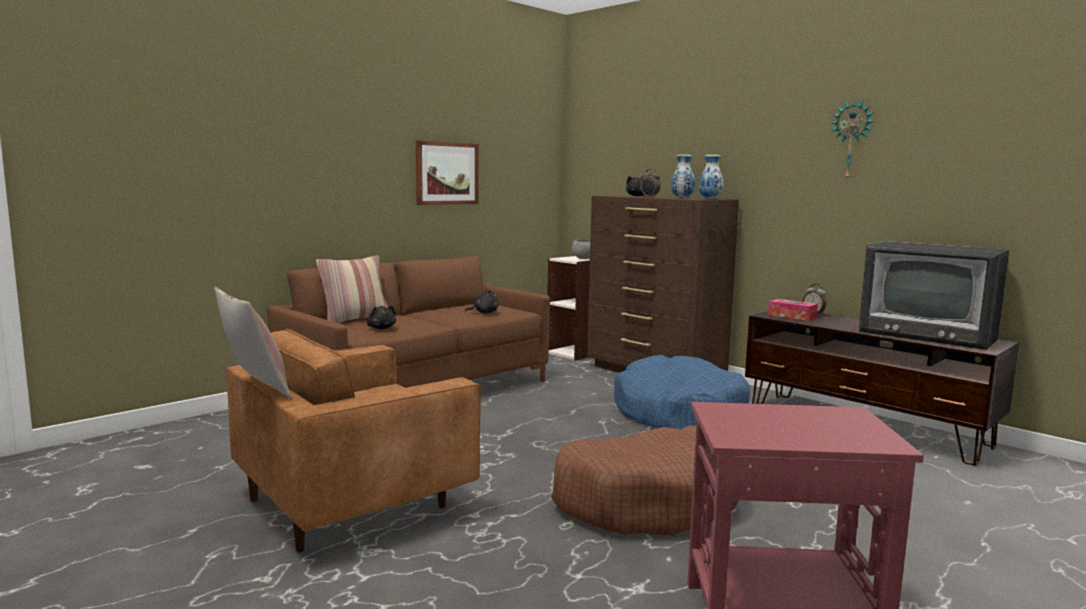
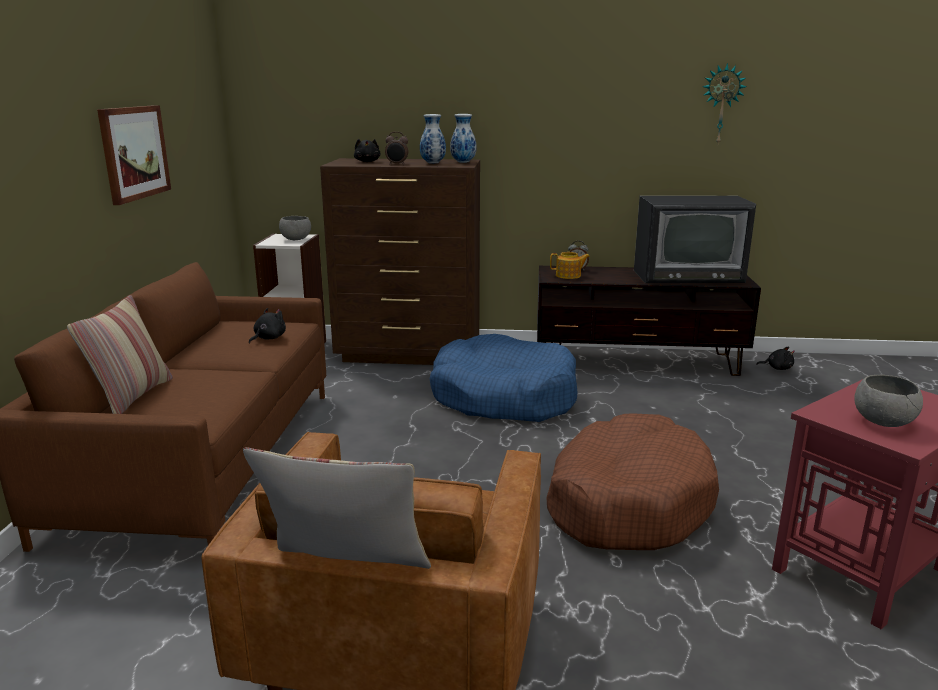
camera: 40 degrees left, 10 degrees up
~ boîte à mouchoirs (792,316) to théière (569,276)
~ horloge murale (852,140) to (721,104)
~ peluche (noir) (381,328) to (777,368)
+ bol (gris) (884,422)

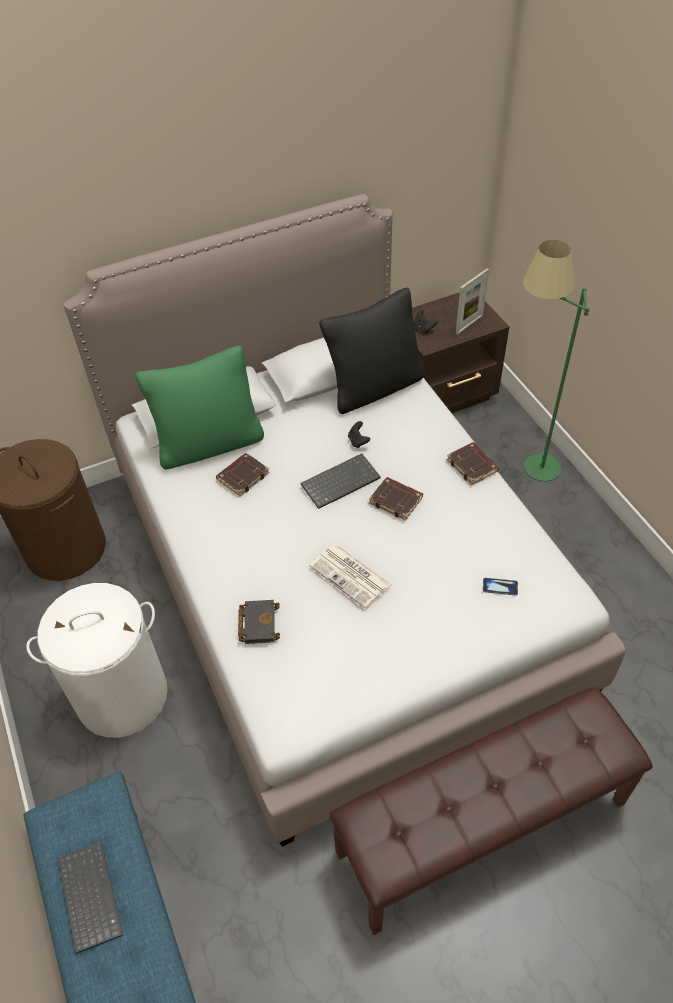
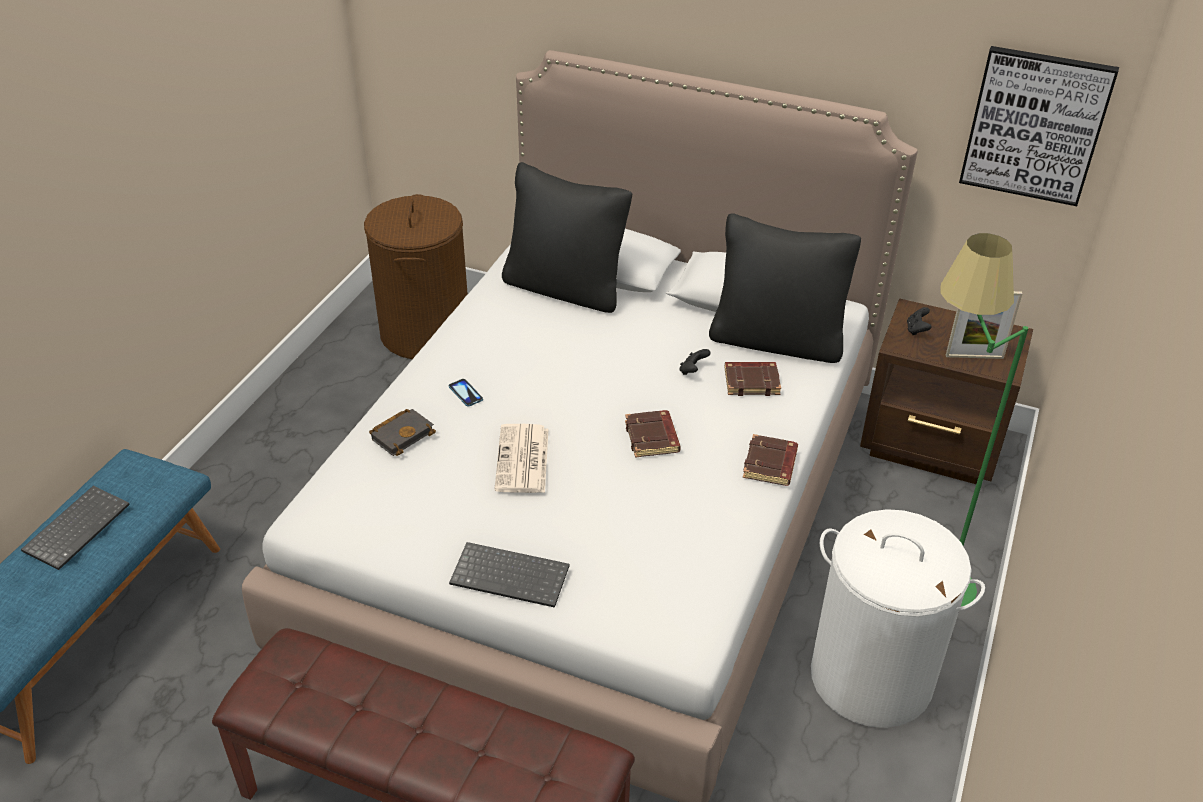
camera: 45 degrees right, 10 degrees down
~ téléphone (500,587) to (465,393)
~ clavier (340,481) to (512,575)
~ coussin (vert) (209,444) to coussin (noir) (565,288)
~ livre (marron) (243,476) to (752,381)
~ panier à linge (blanc) (122,695) to (871,677)
+ tableau (1035,125)

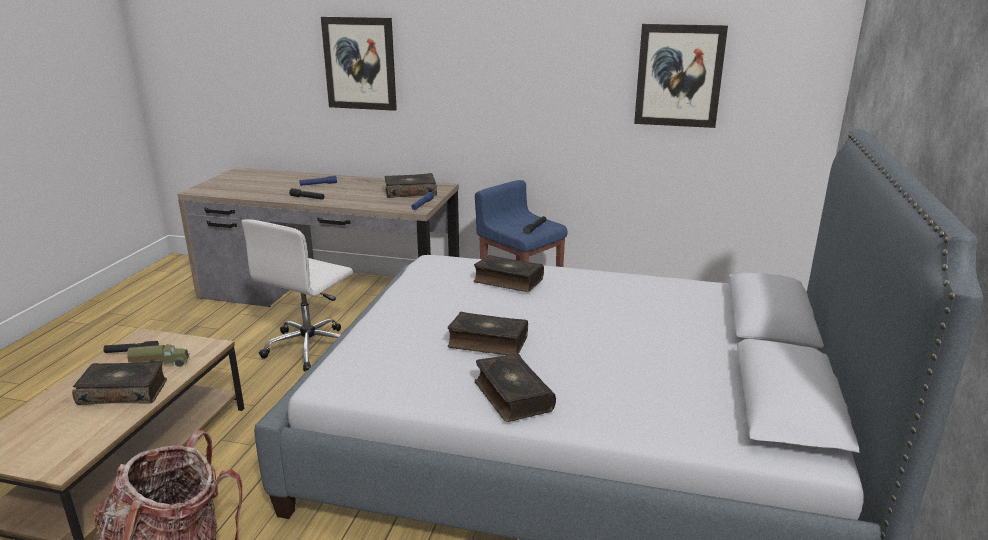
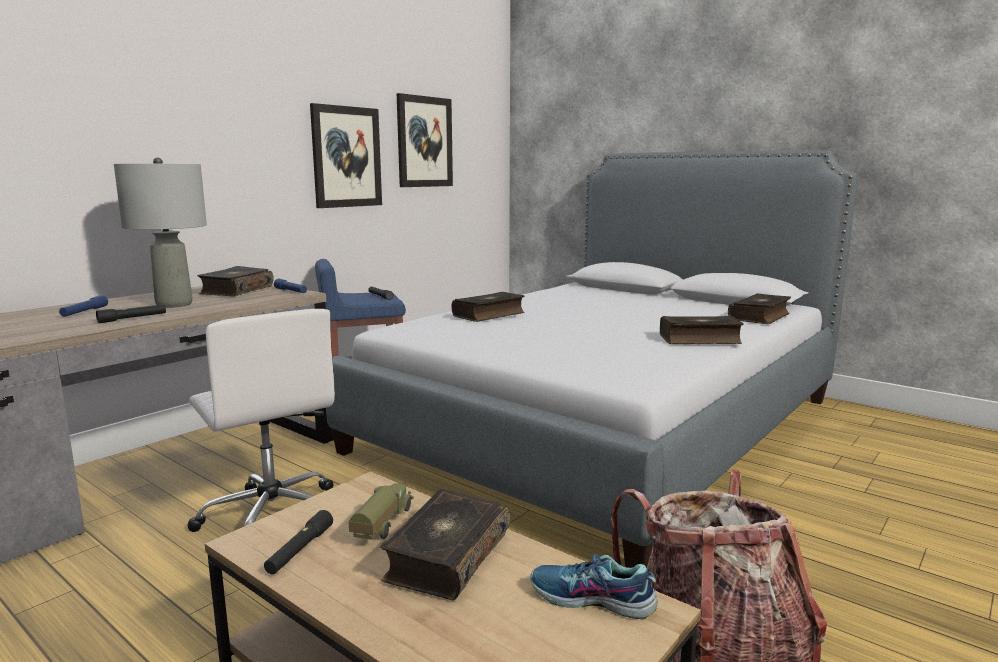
camera: 65 degrees left, 10 degrees down
+ lampe de table (gris) (173,304)
~ tableau (360,63) to (346,157)
+ chaussure (591,600)
~ livre (487,342) to (760,317)

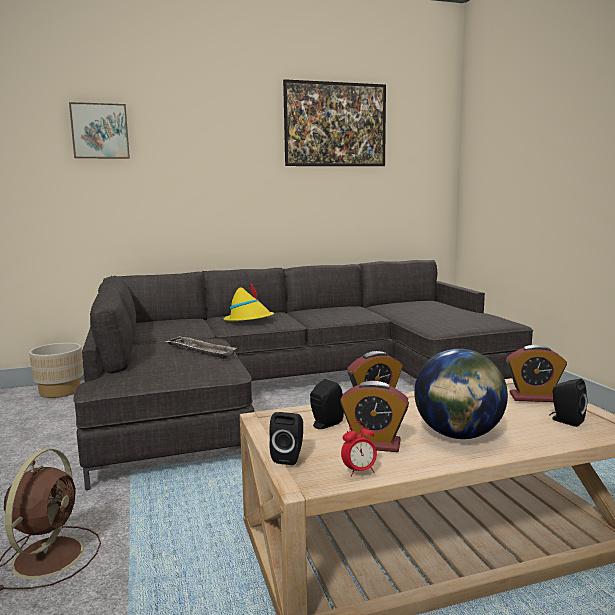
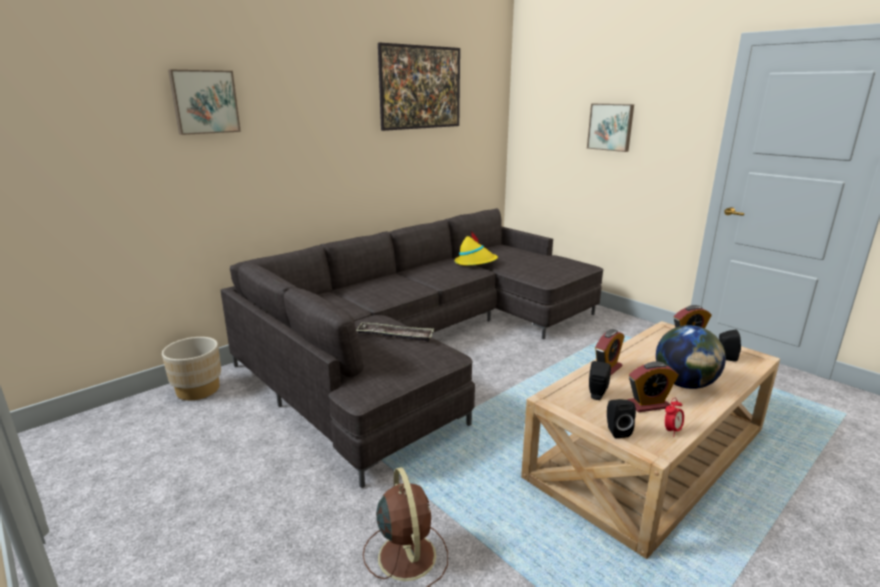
camera: 25 degrees left, 10 degrees up
~ chapeau (jaune) (249,320) to (475,262)
+ tableau (611,127)

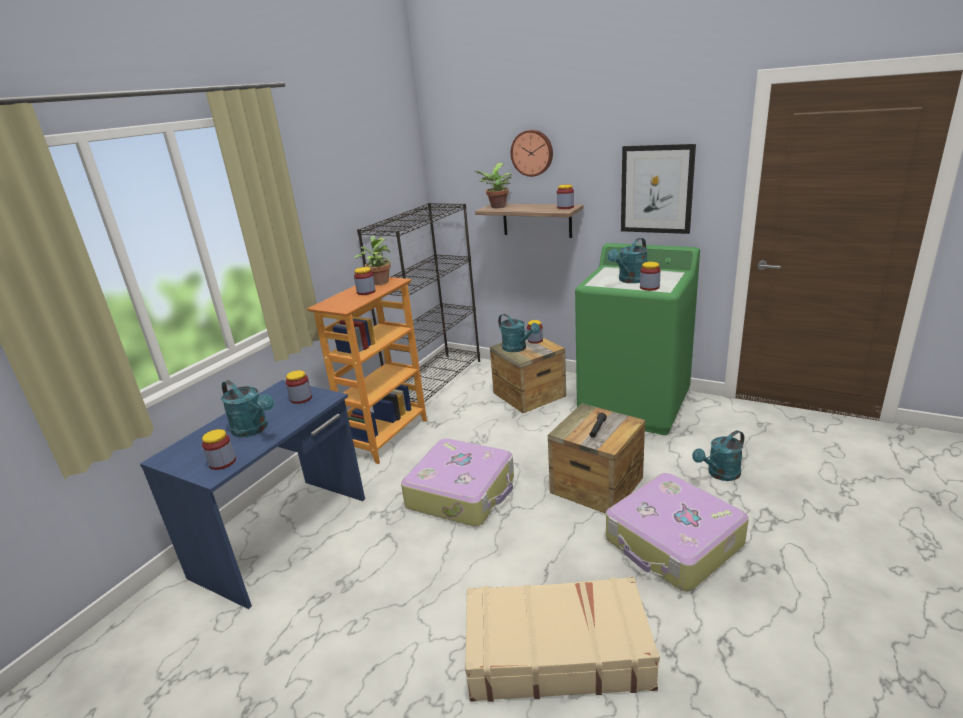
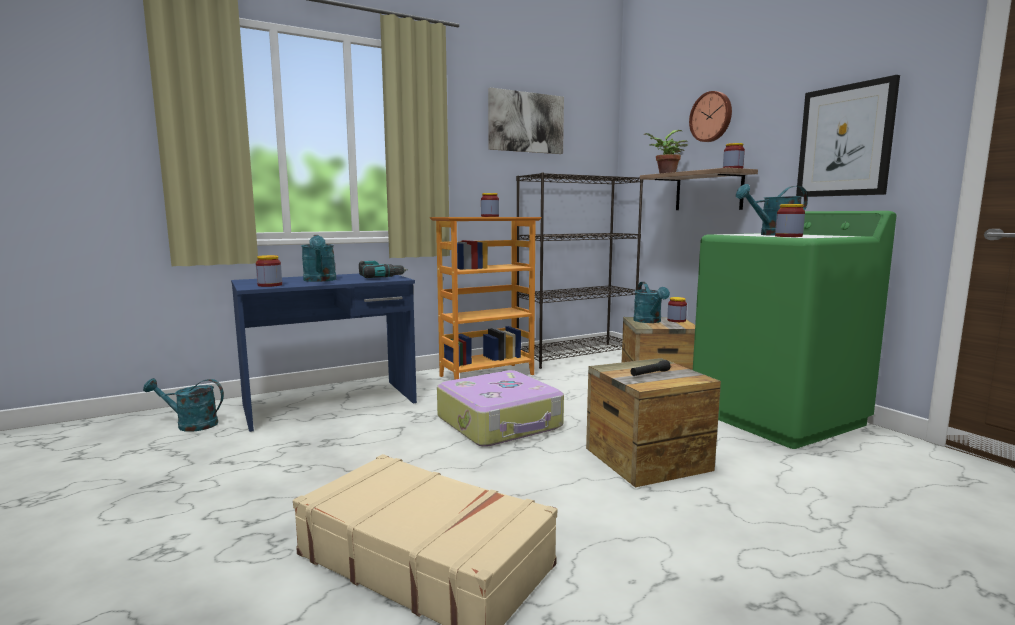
camera: 30 degrees right, 15 degrees down
~ arrosoir (turquoise) (720,474) to (190,425)
~ bocal (301,398) to perceuse (379,277)
+ tableau (525,122)
- plante en pot (379,282)
- valise (673,543)

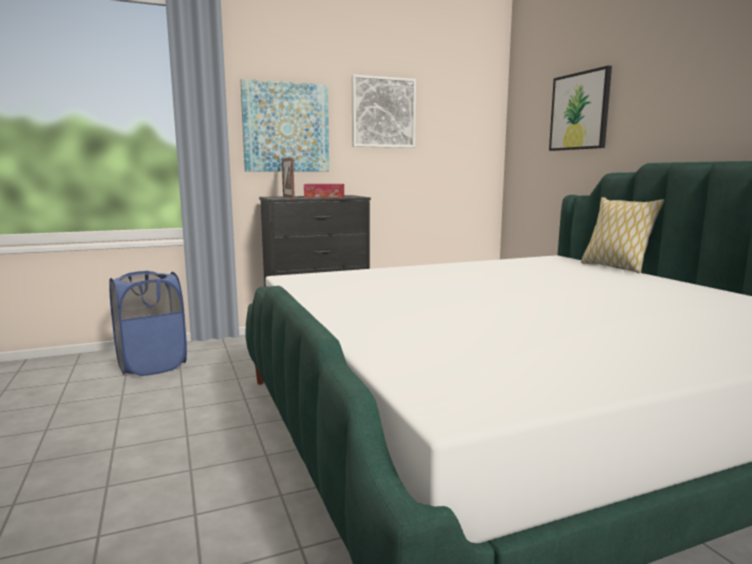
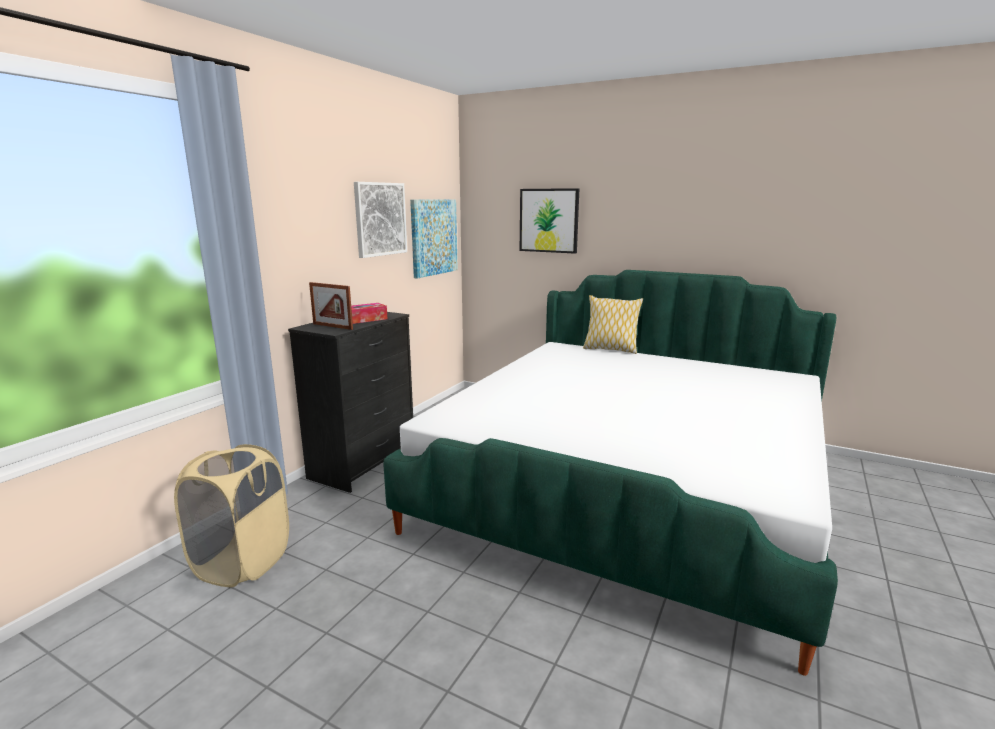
camera: 40 degrees left, 5 degrees up
~ panier à linge (bleu) (152,365) to panier à linge (beige) (242,562)
~ tableau (286,127) to (433,237)

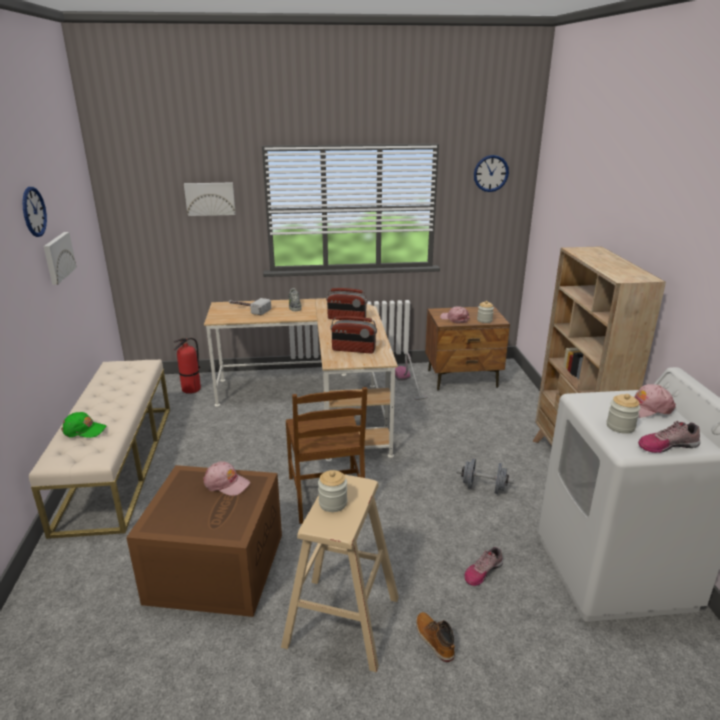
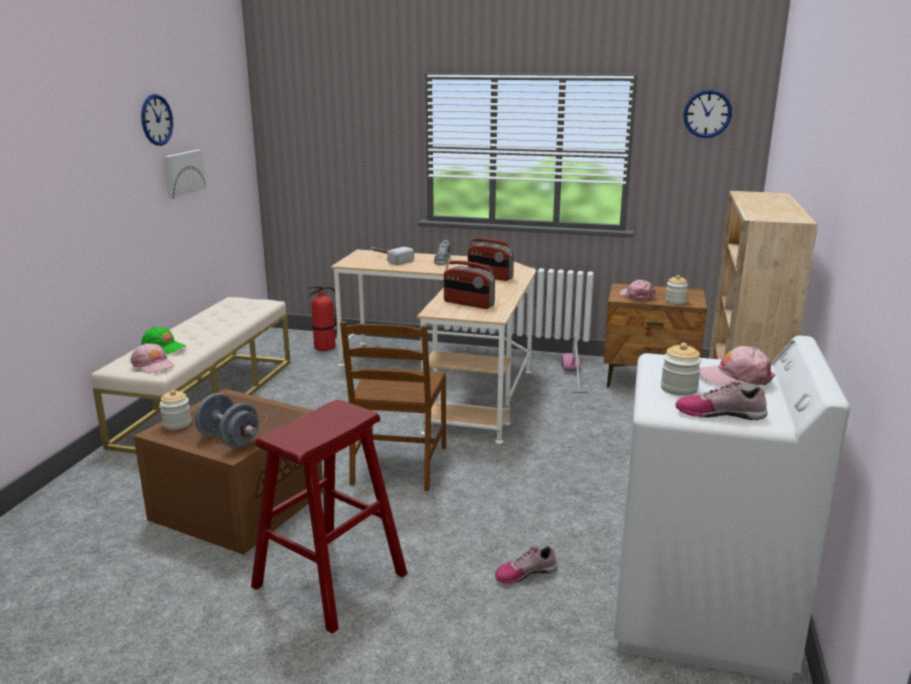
camera: 20 degrees right, 5 degrees down
~ casquette (rose) (226,483) to (153,365)
~ bocal (333,503) to (177,424)
~ haltère (gris) (483,488) to (229,439)
~ tabouret (beige) (342,621) to tabouret (rouge) (330,580)
- tableau (210,198)
- botte (434,640)

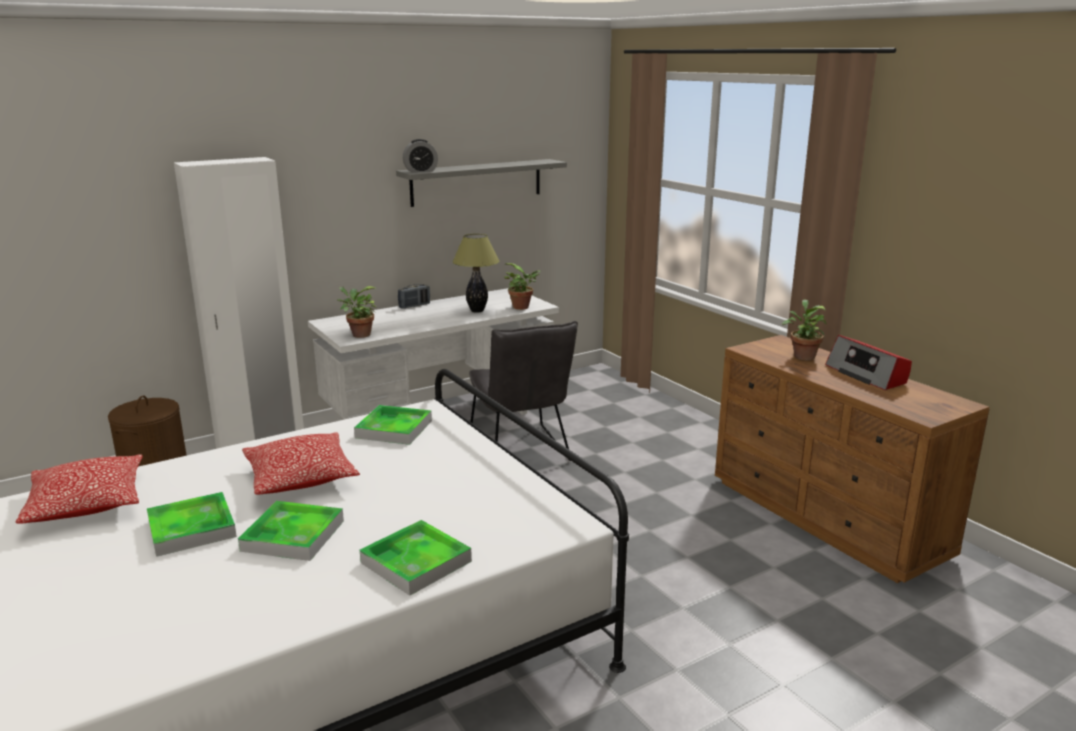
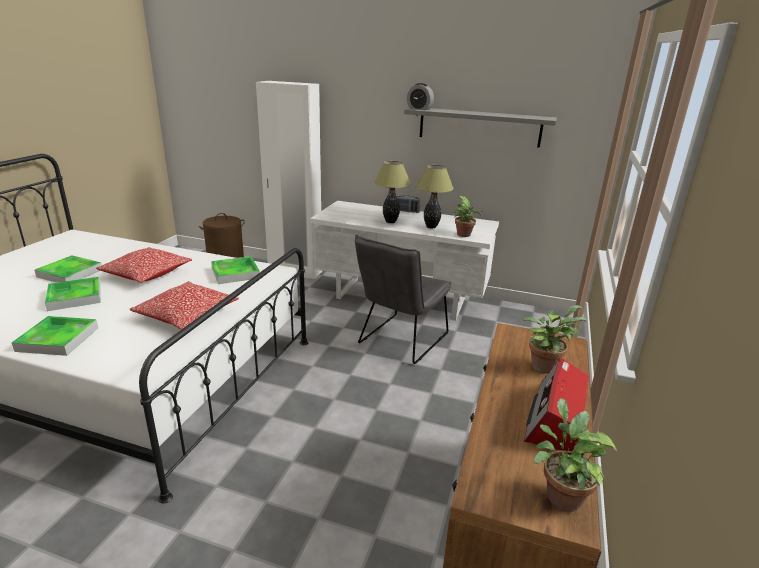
camera: 50 degrees right, 5 degrees up
~ coussin (87,504) to (187,315)
+ lampe de table (390,222)
~ plante en pot (359,335) to (560,495)

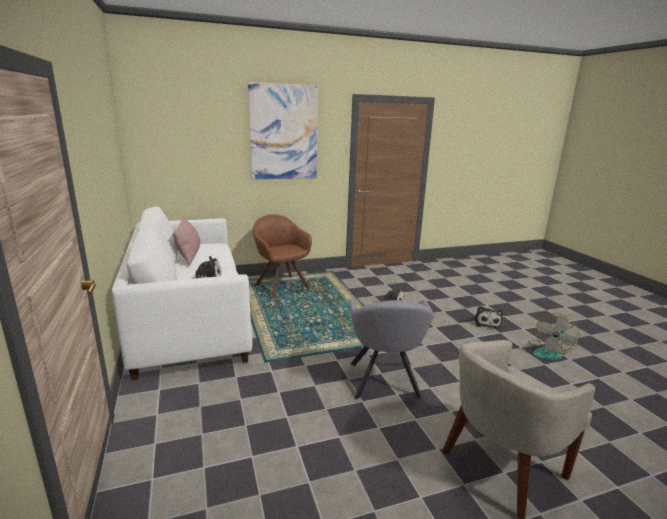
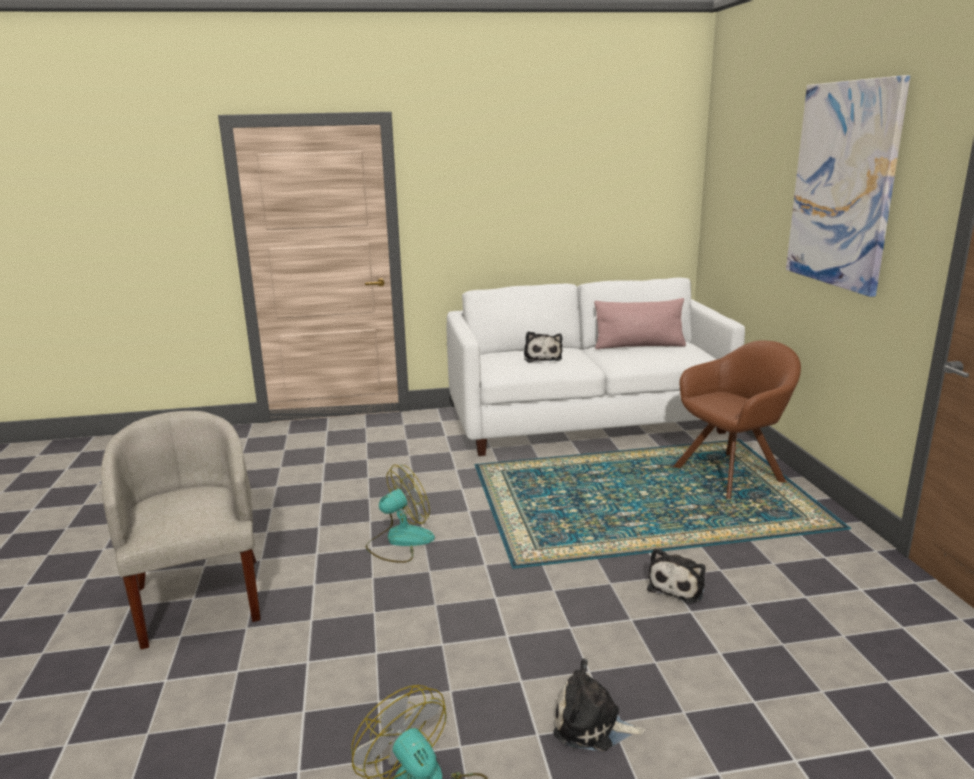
camera: 100 degrees right, 0 degrees up
~ fauteuil (gris) (384,383) to ventilateur (399,541)

